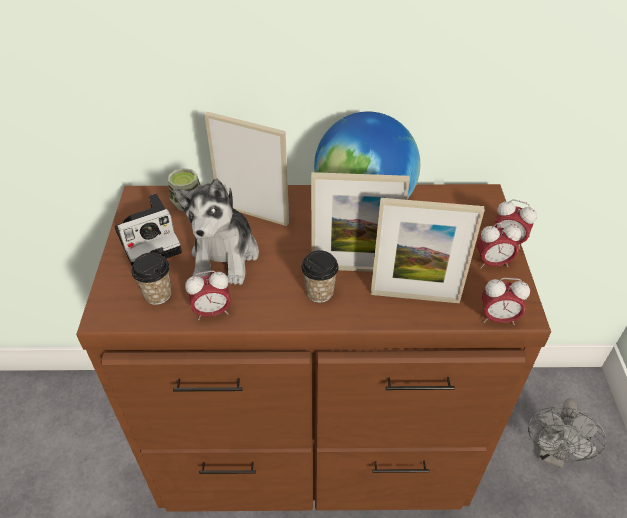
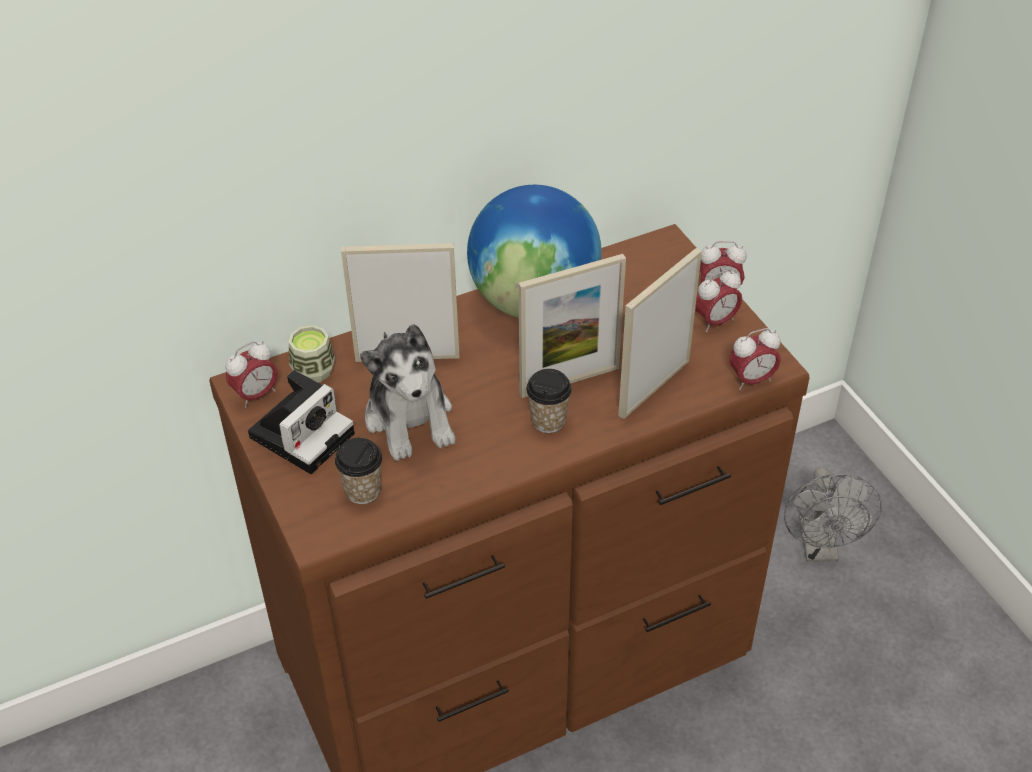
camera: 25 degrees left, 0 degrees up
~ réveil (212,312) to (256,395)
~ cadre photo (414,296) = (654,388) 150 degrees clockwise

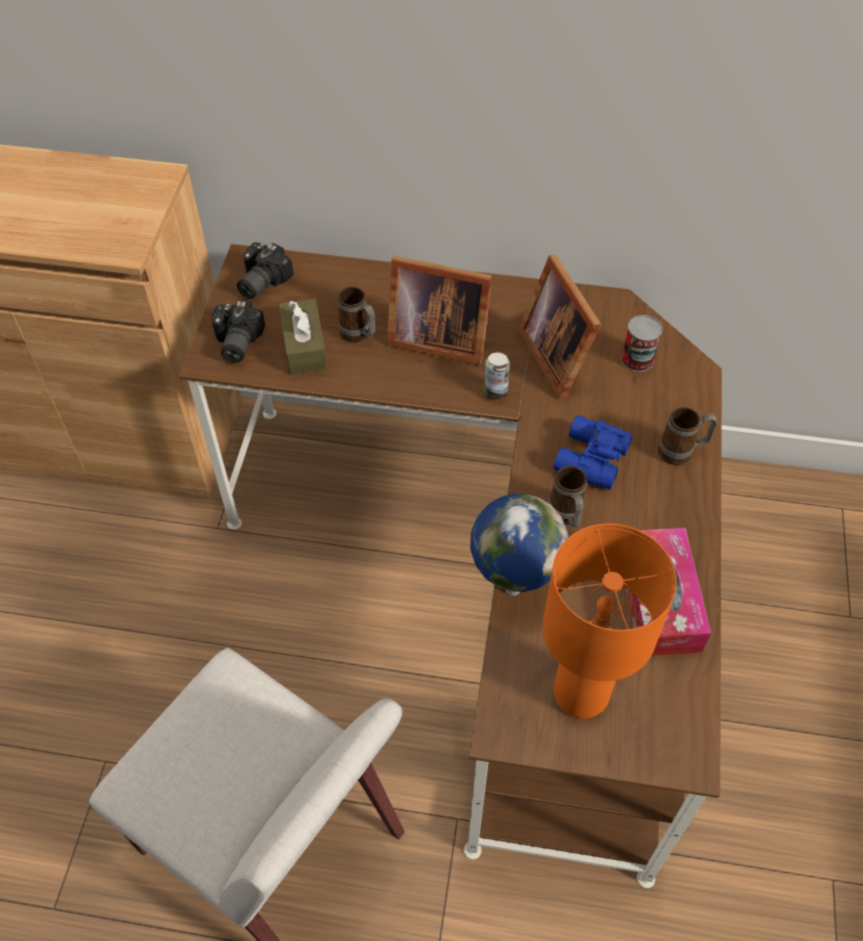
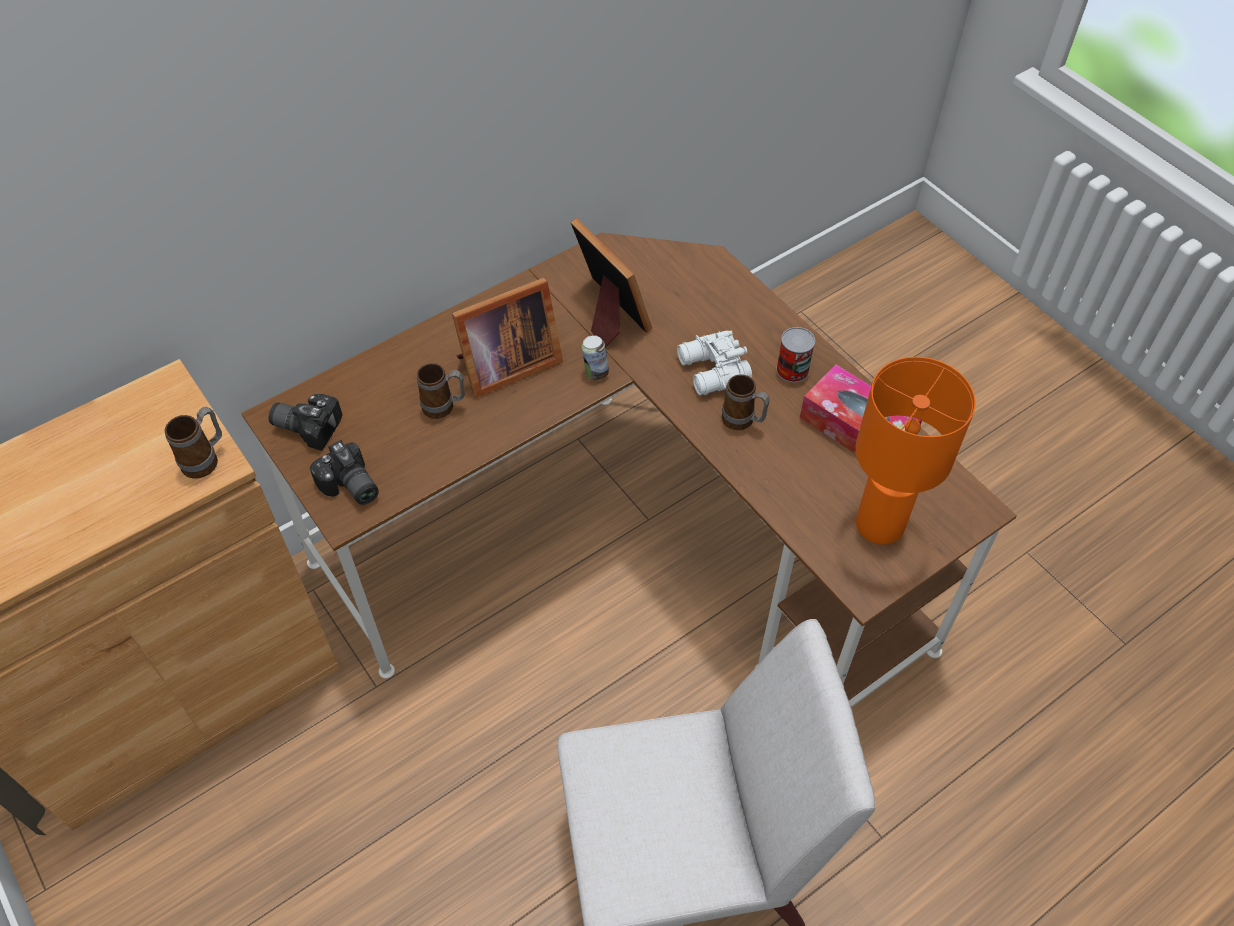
camera: 45 degrees left, 0 degrees up
~ mug (682,452) to (206,459)
~ appareil photo (259,282) = (308,425) 120 degrees clockwise
~ cadre photo (558,355) = (608,314) 150 degrees counterclockwise
~ jumelles (bleu) (589,459) to jumelles (blanc) (712,372)
~ boîte métallique (637,359) to (792,369)
- boîte à mouchoirs (marron) (304,346)
- globe (511,588)

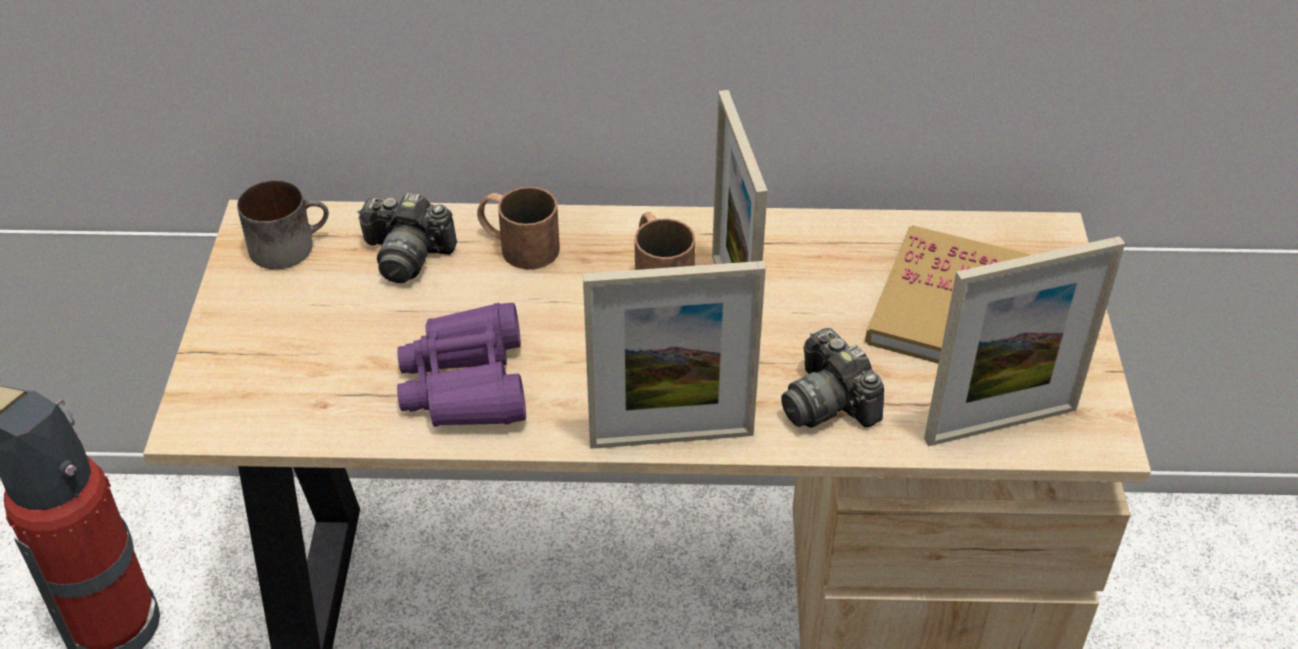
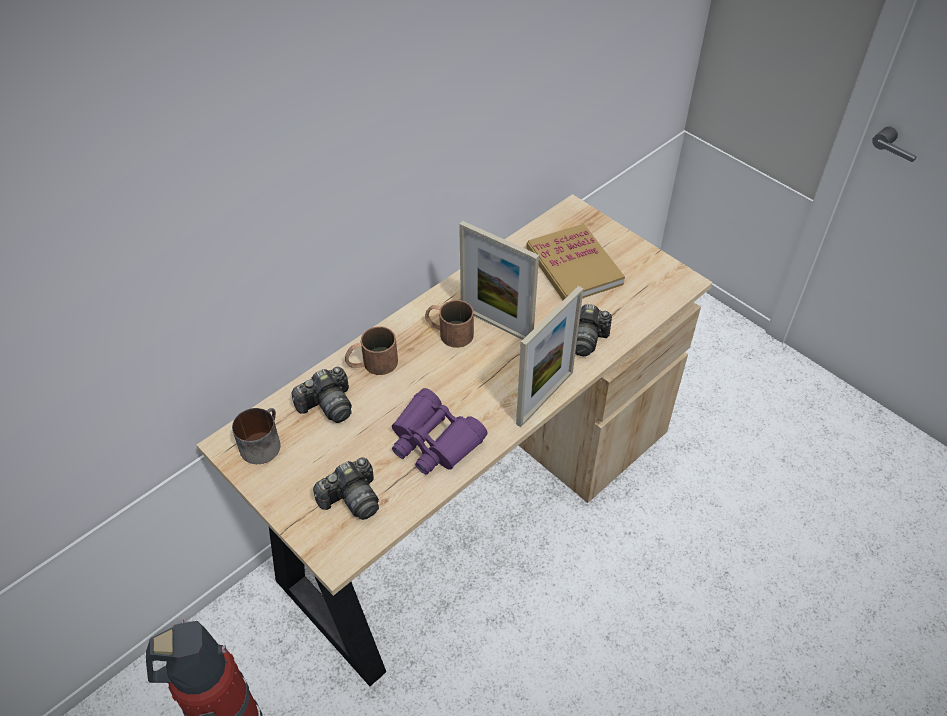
camera: 45 degrees left, 5 degrees up
+ appareil photo (351,499)
- cadre photo (1000,424)

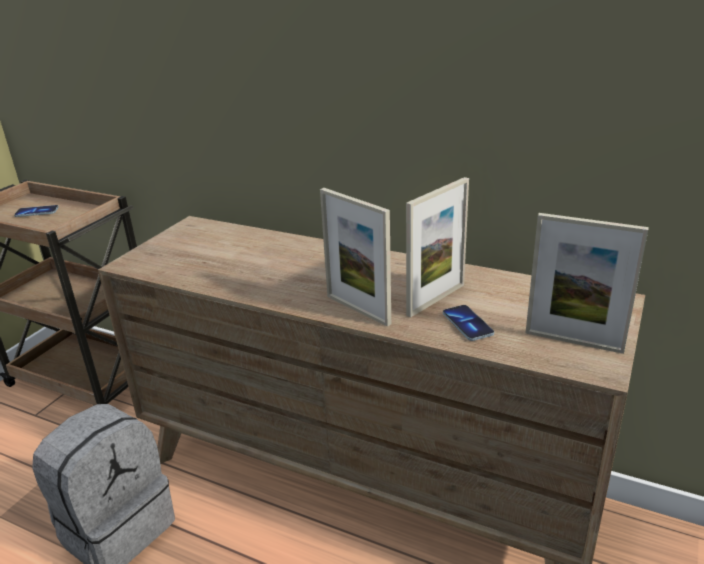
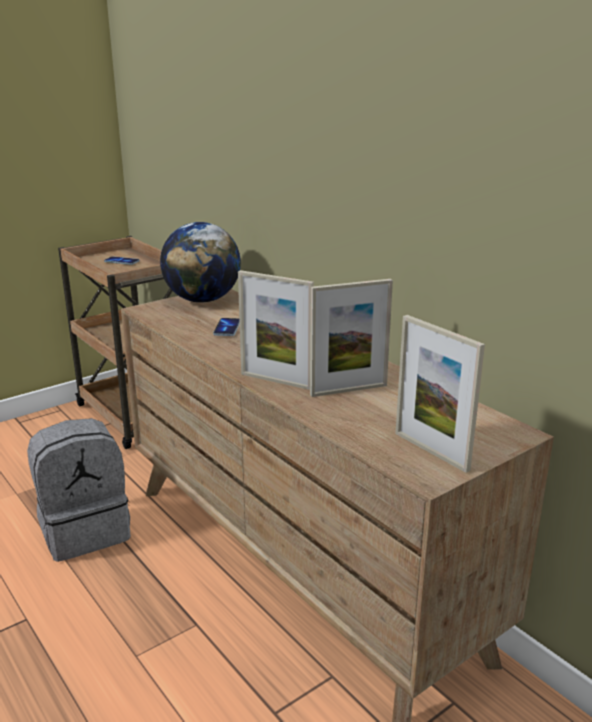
camera: 25 degrees right, 5 degrees down
+ globe (203,300)
~ téléphone (467,324) to (227,328)
~ cadre photo (358,310) = (276,381) 45 degrees counterclockwise

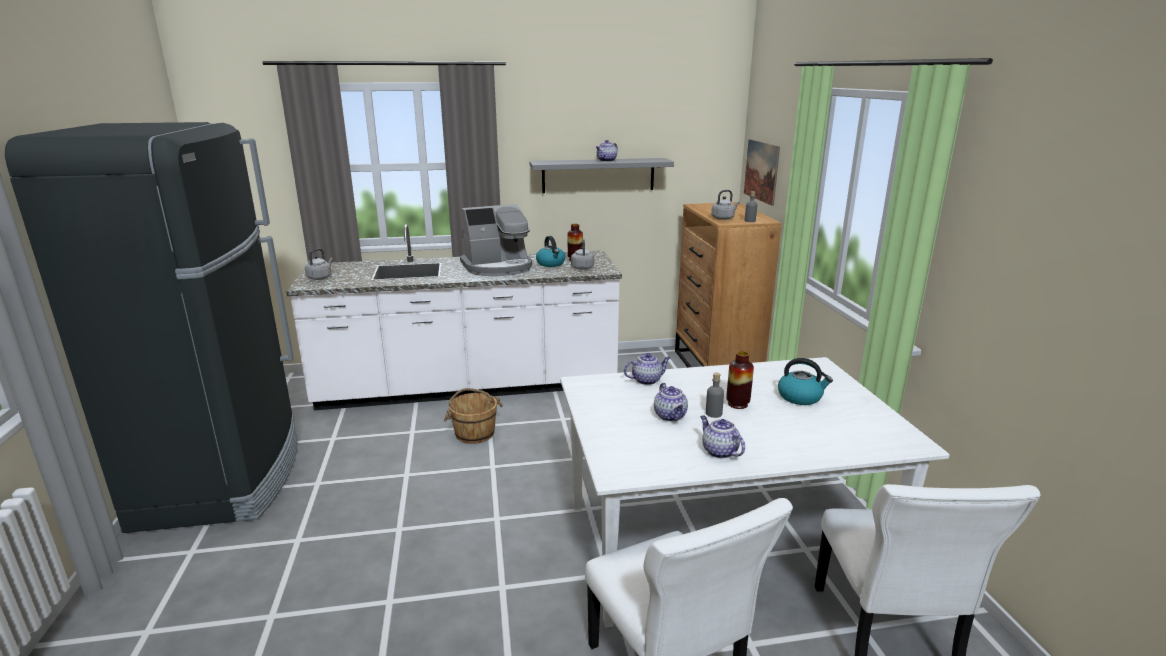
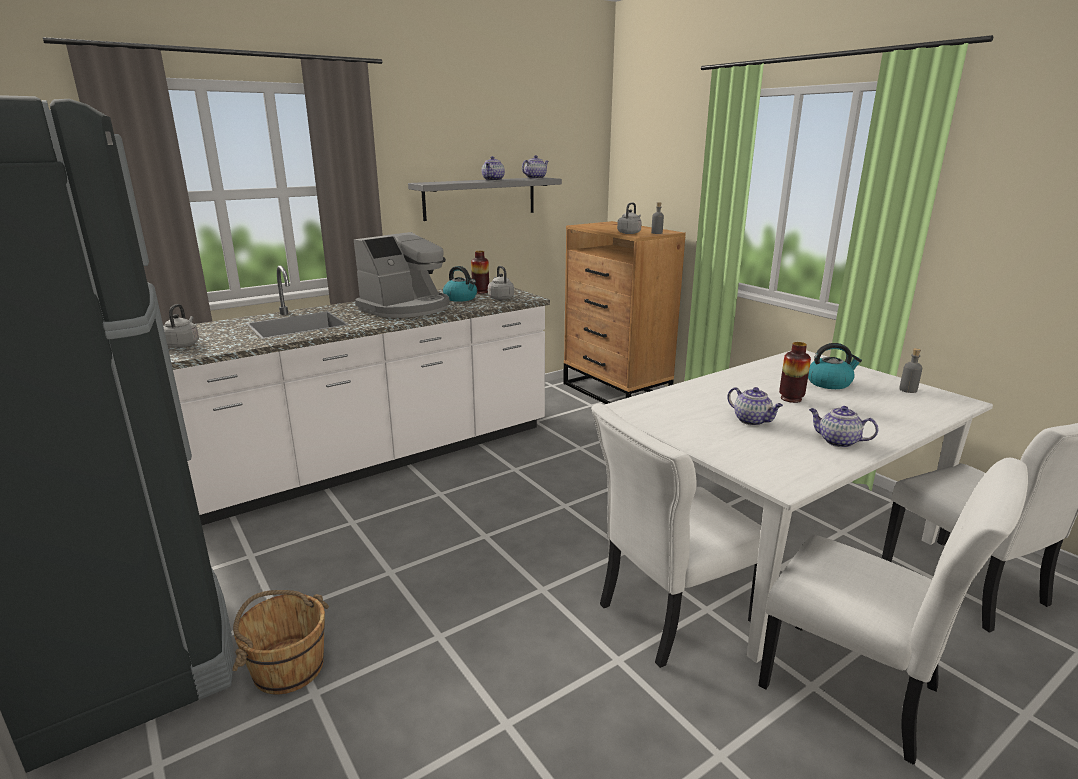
camera: 25 degrees left, 0 degrees up
~ seau (marron) (474,433) to (288,667)
~ théière (647,380) to (535,178)
+ chaise (blanc) (671,615)
~ bouteille (gris) (713,413) to (908,390)
- tableau (761,171)

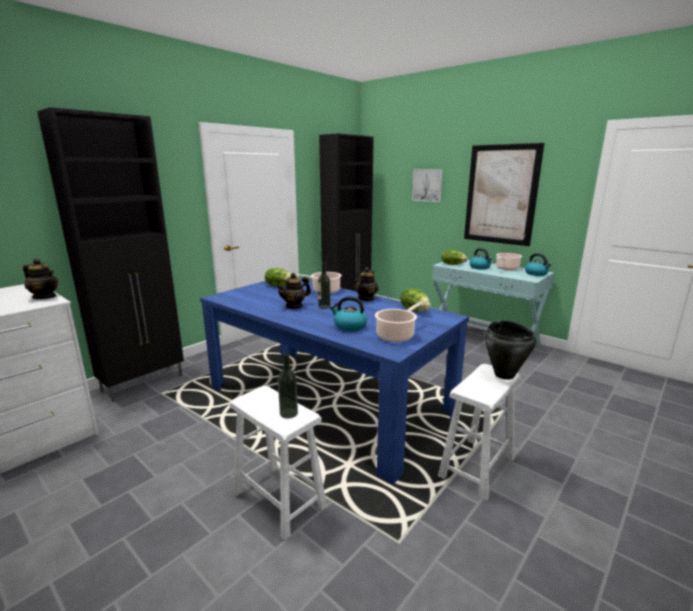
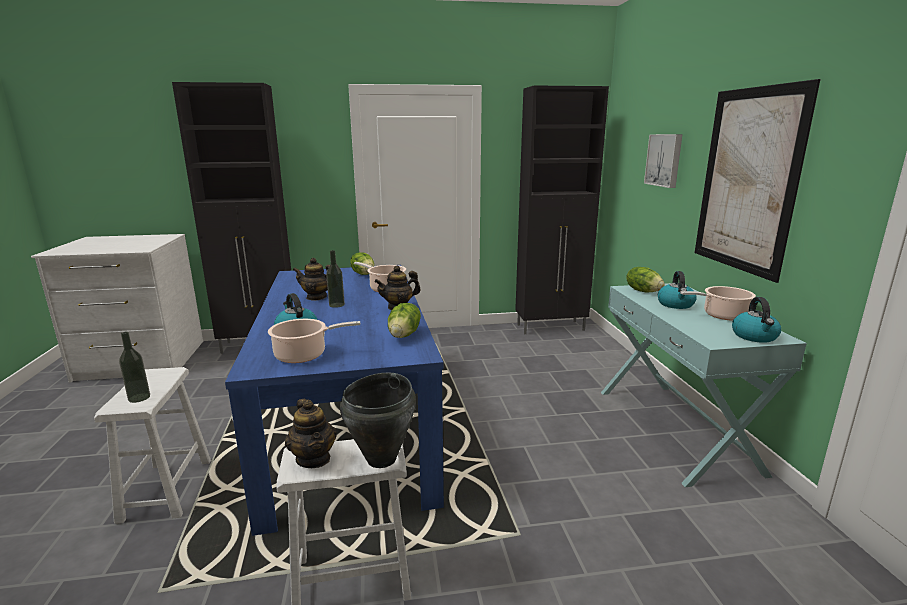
camera: 40 degrees right, 0 degrees up
~ théière (45,297) to (314,459)

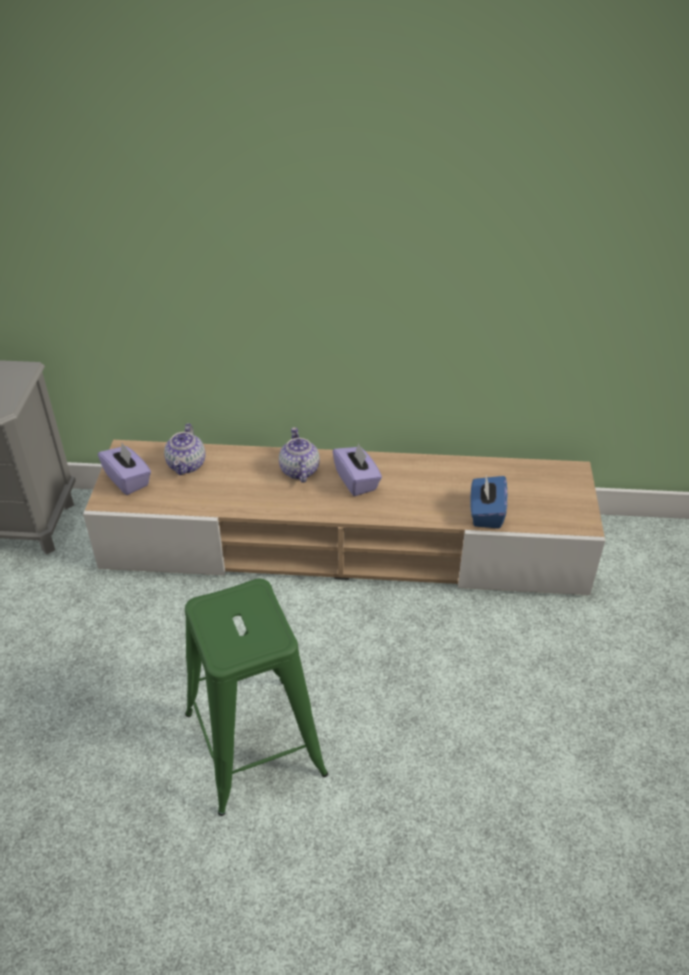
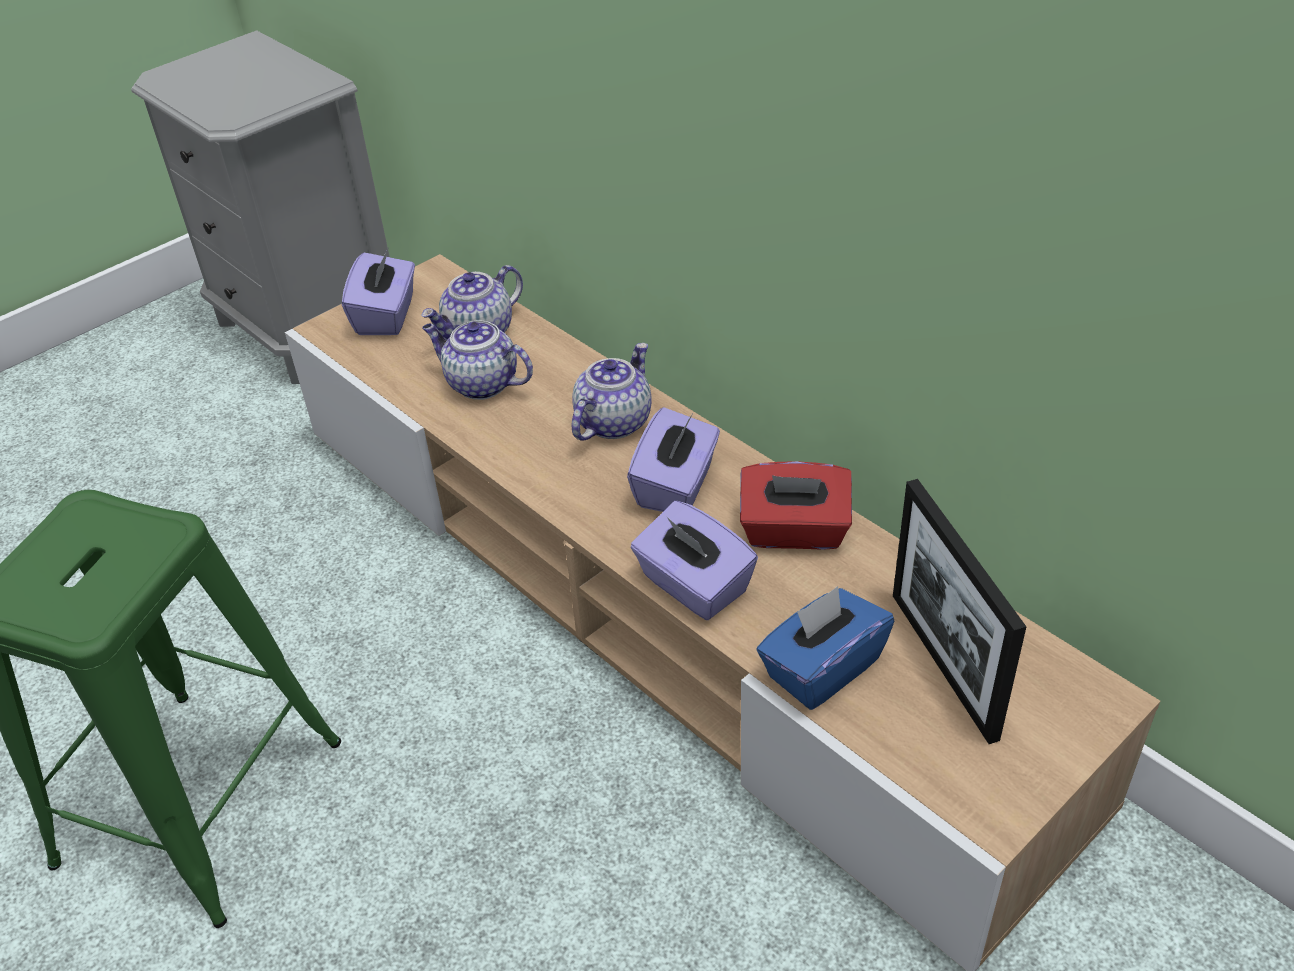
camera: 45 degrees right, 0 degrees up
+ théière (480,384)
+ boîte à mouchoirs (violet) (693,586)
+ boîte à mouchoirs (rouge) (794,532)
+ cadre photo (943,664)

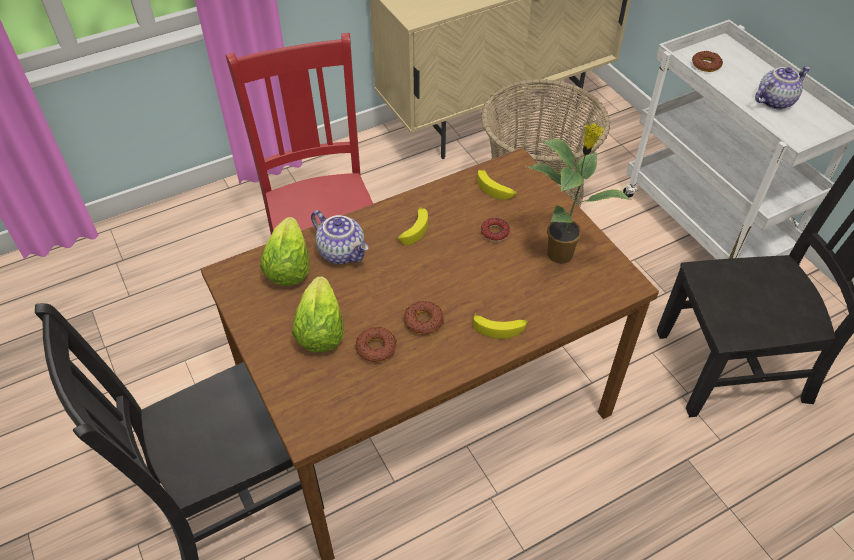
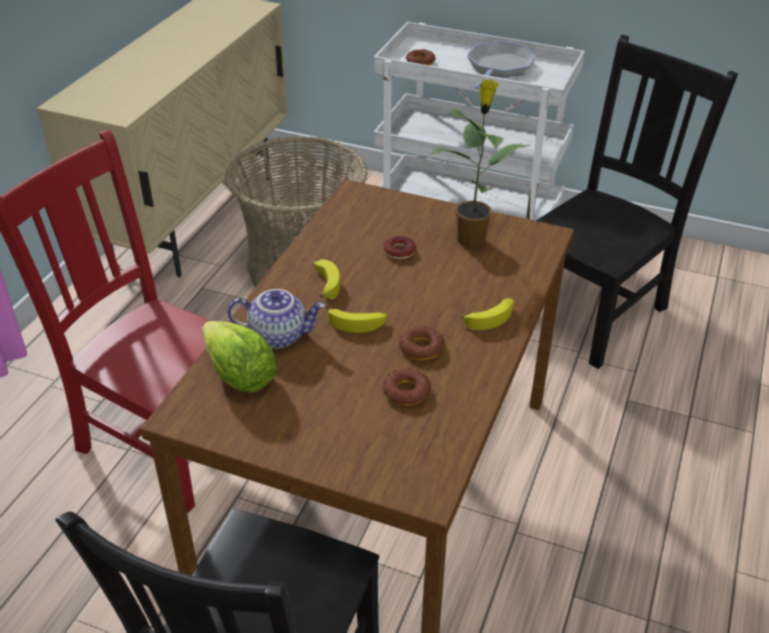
camera: 40 degrees left, 10 degrees down
~ banane (495,189) to (358,323)
~ théière (774,100) to poêle (498,67)
- laitue (320,331)

